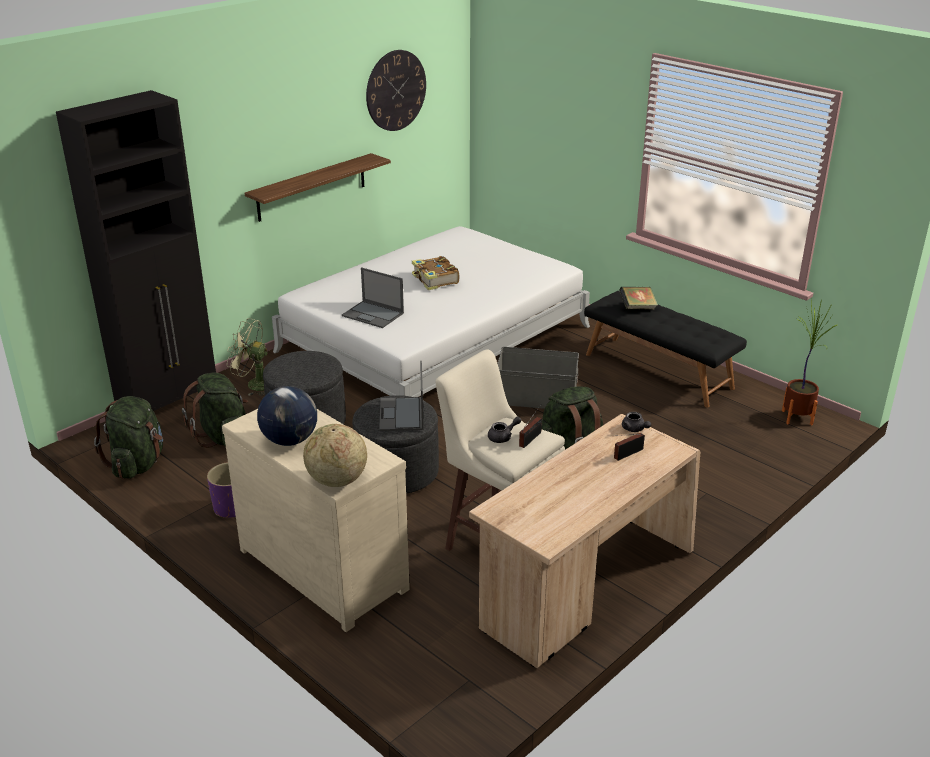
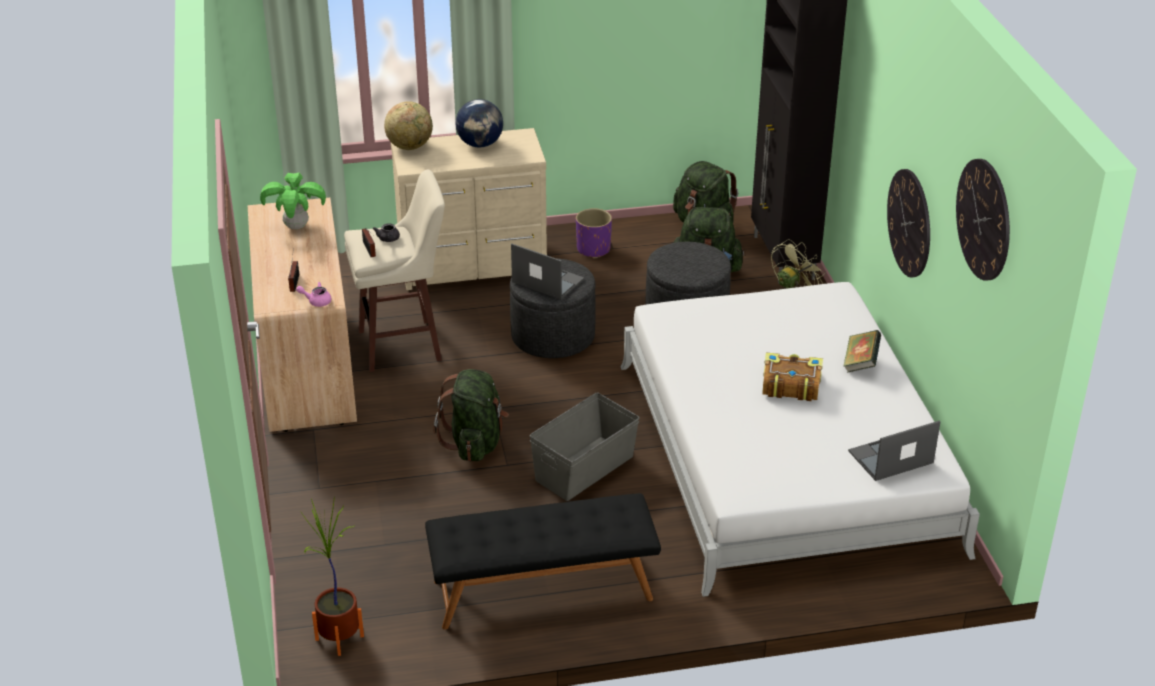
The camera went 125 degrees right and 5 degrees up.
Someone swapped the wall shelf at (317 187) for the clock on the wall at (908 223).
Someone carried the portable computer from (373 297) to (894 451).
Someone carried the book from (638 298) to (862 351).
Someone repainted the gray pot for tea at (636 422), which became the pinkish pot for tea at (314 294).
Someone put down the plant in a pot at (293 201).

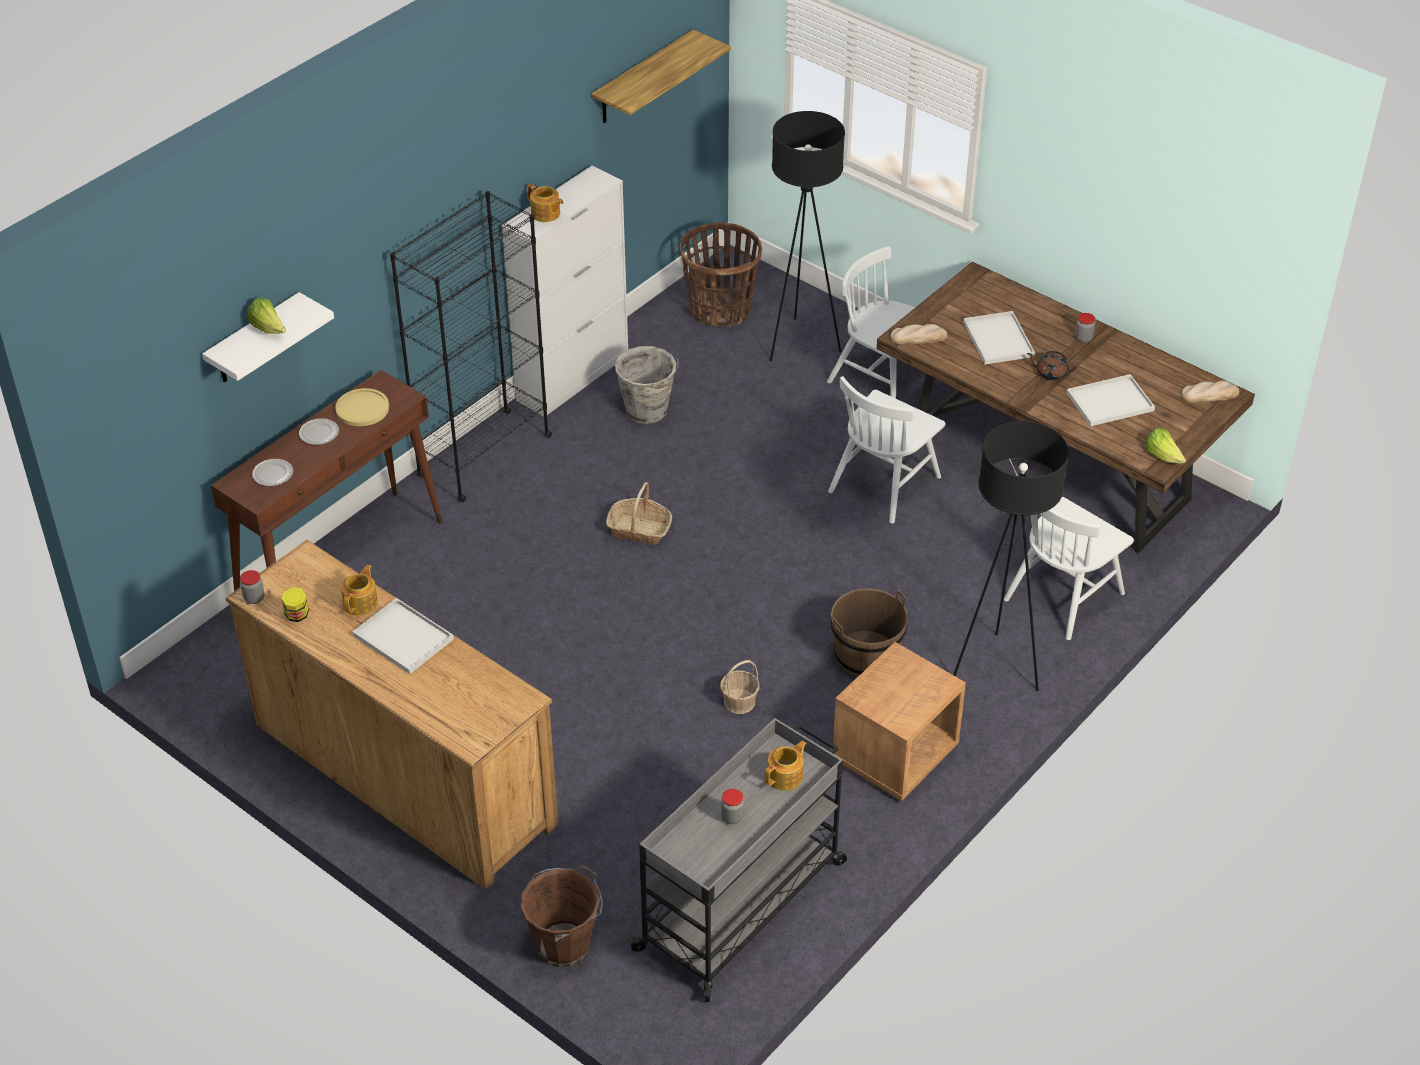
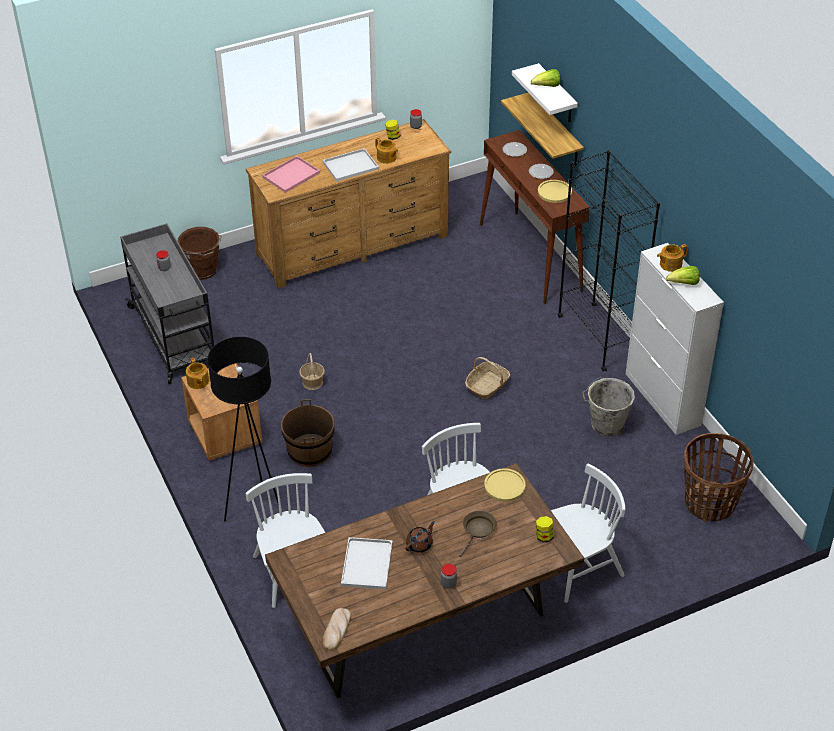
The camera went 115 degrees right and 0 degrees up.
Someone carried the wall shelf from (661 76) to (542 129).
Someone took away the black standing lamp at (807 236).
Someone swapped the whitish carrying tray at (999 337) for the brownish skillet at (478 534).
Someone swapped the bakery bread at (919 334) for the yellow-coloured flat dish at (505 485).
Someone carried the head of lettuce from (1165 445) to (683 275).
Someone carried the pot for tea from (786 766) to (197 373).
Someone put down the pinkish carrying tray at (291 174).
Someone put down the storage jar at (545 529).

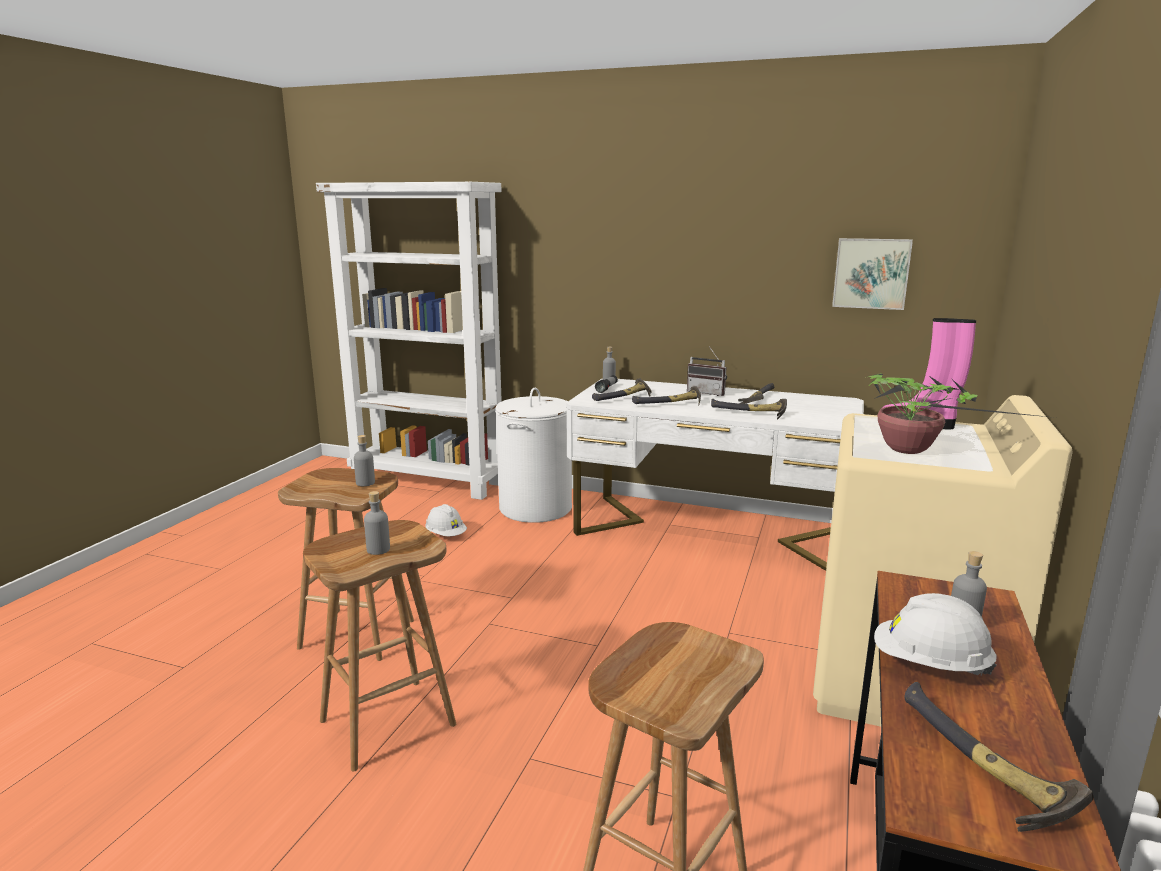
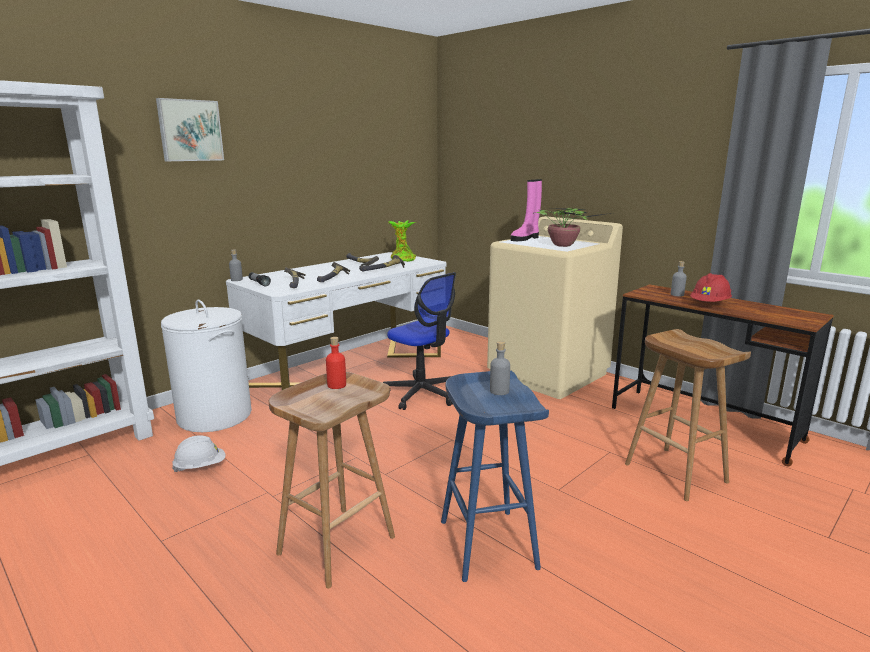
The camera went 65 degrees left and 0 degrees up.
Someone carried the wall art from (872 274) to (190 129).
Someone took away the radio receiver at (707 371).
Someone repainted the gray beverage bottle at (364 460), which became the red beverage bottle at (336 363).
Someone repainted the brownish stool at (379 645), which became the blue-coloured stool at (495 476).
Someone repainted the whitish hard hat at (935 634), which became the red hard hat at (711 287).
Someone took away the hammer at (999 757).
Someone put down the plant in a pot at (402 241).
Someone put down the office chair at (419 341).

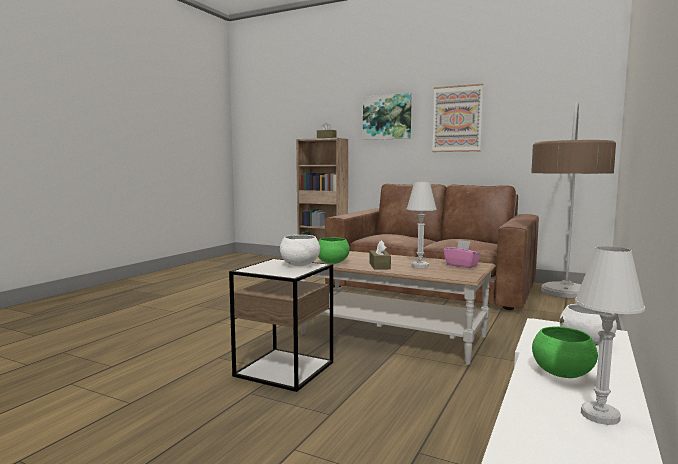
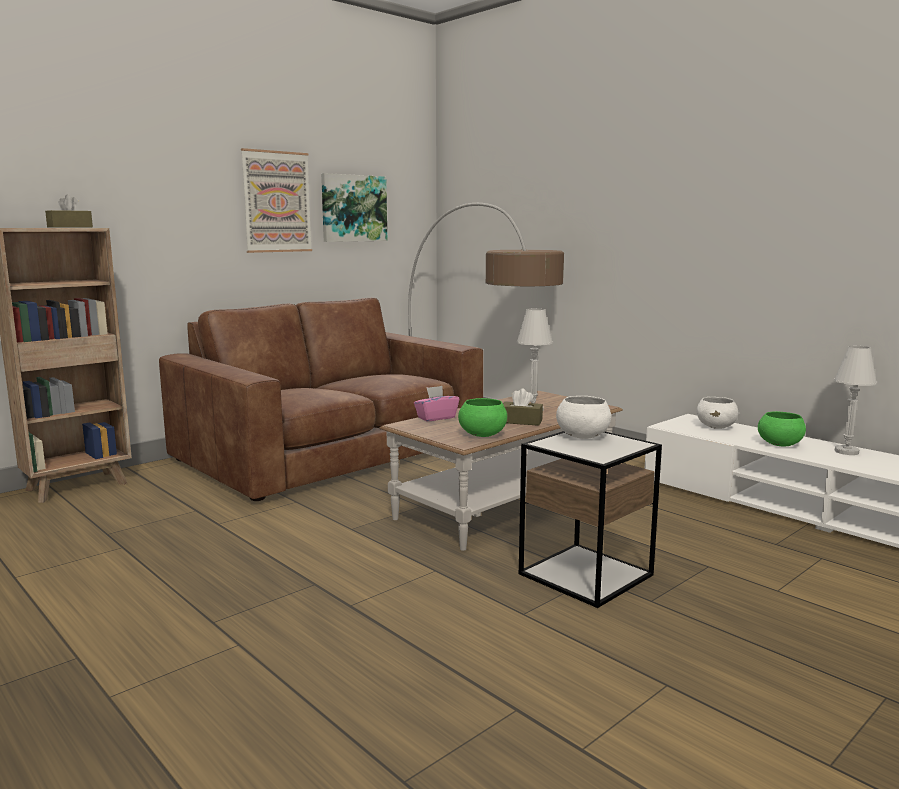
The camera went 70 degrees left and 5 degrees up.
Someone carried the wall art from (387 116) to (354 207).
Someone carried the pinkish tissue box from (462 254) to (436 403).

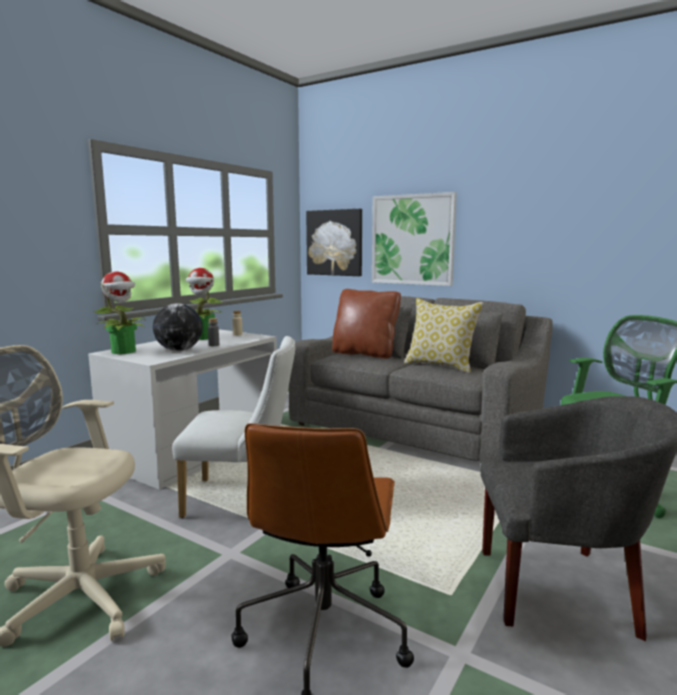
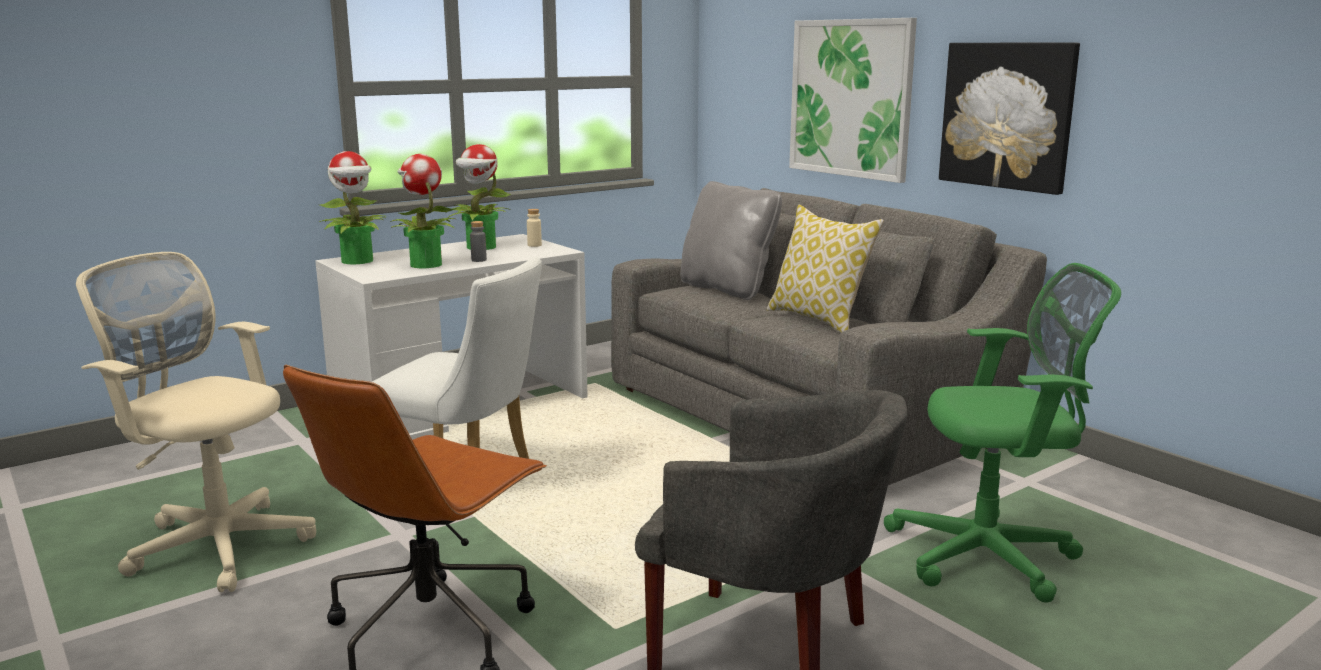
The camera went 20 degrees right and 5 degrees up.
Someone carried the wall art from (334 242) to (1009 119).
Someone repainted the brownish pillow at (366 324), which became the gray pillow at (731 240).
Someone swapped the globe at (178 327) for the plant in a pot at (423 211).

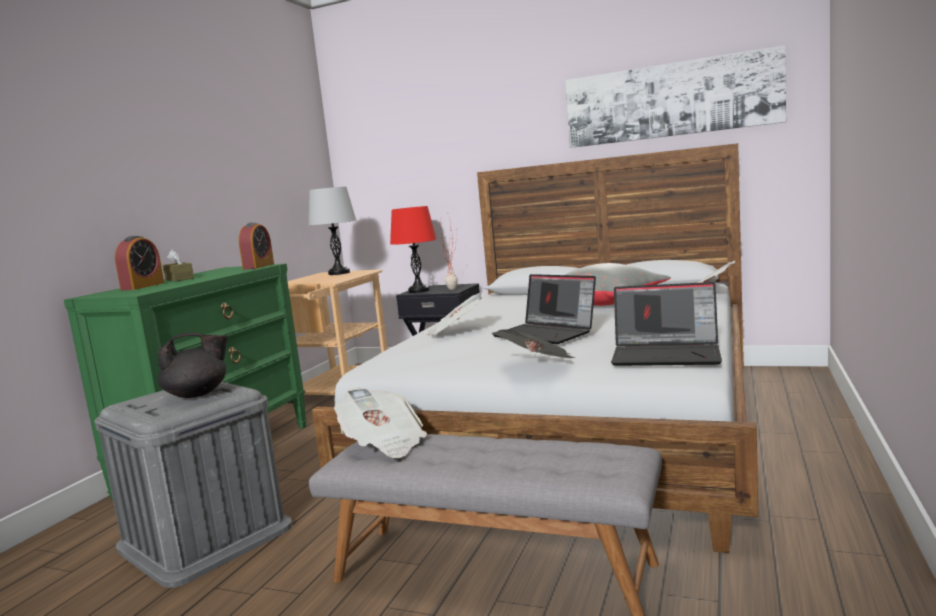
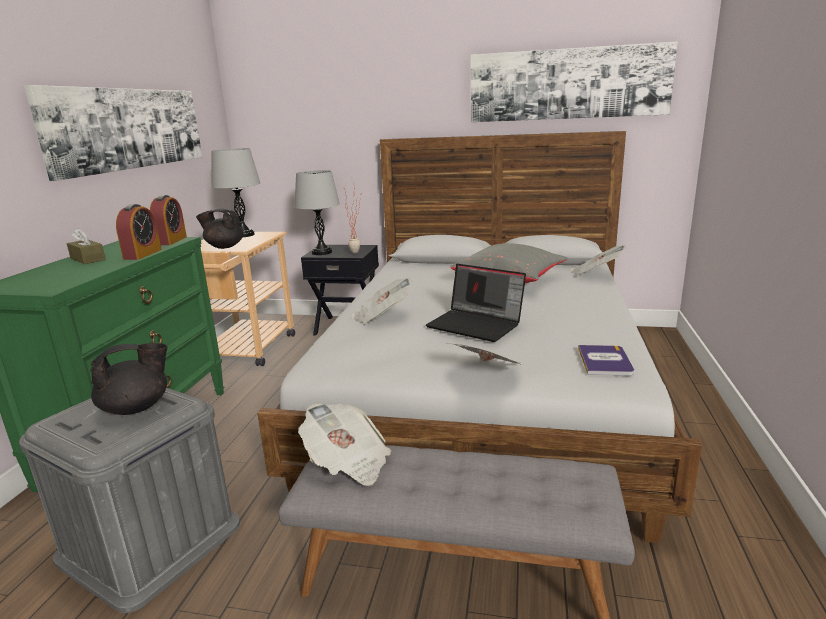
The camera went 10 degrees left and 10 degrees up.
Someone repainted the red tabletop lamp at (413 249), which became the gray tabletop lamp at (317 212).
Someone carried the alarm clock from (139 263) to (139 232).
Someone swapped the portable computer at (666 324) for the book at (606 360).
Someone put up the wall art at (113 133).
Someone put down the black pot for tea at (220 229).

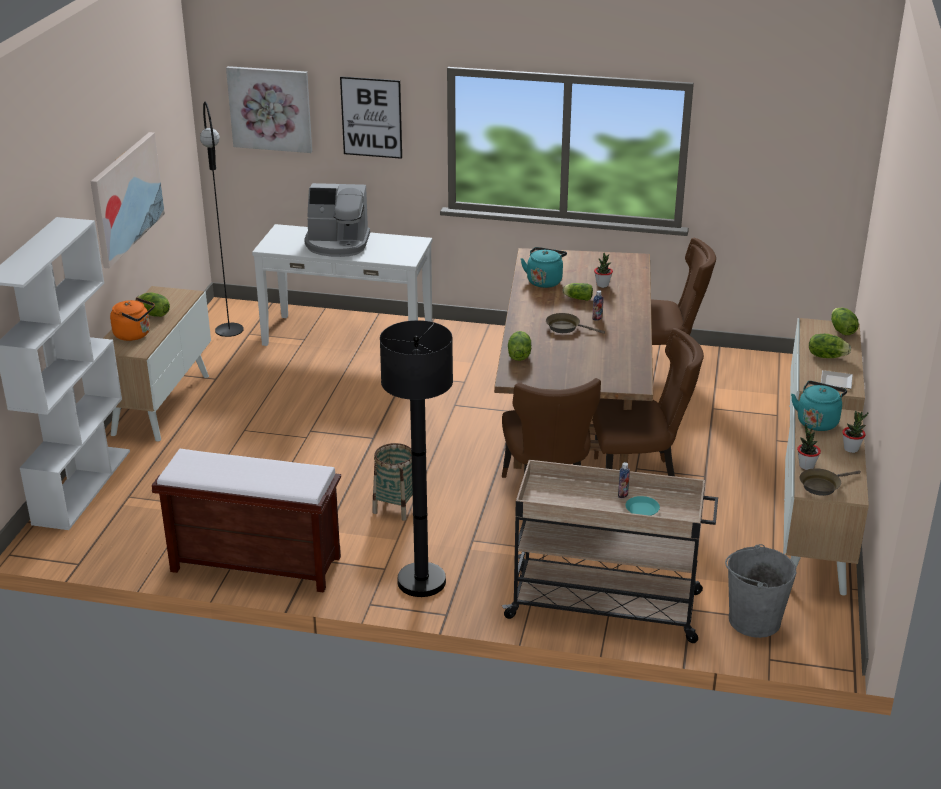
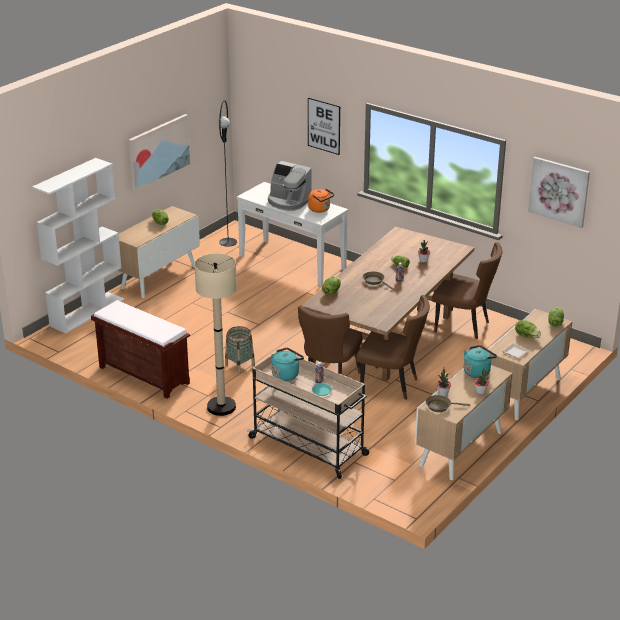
The camera went 25 degrees right and 0 degrees up.
Someone carried the wall art from (269 109) to (559 192).
Someone carried the blue-green water kettle from (544 267) to (287 364).
Someone carried the orange-coloured water kettle from (132 319) to (321 201).
Someone repainted the black standing lamp at (416 458), which became the beige-coloured standing lamp at (216 334).
Someone took away the gray bucket at (760 591).

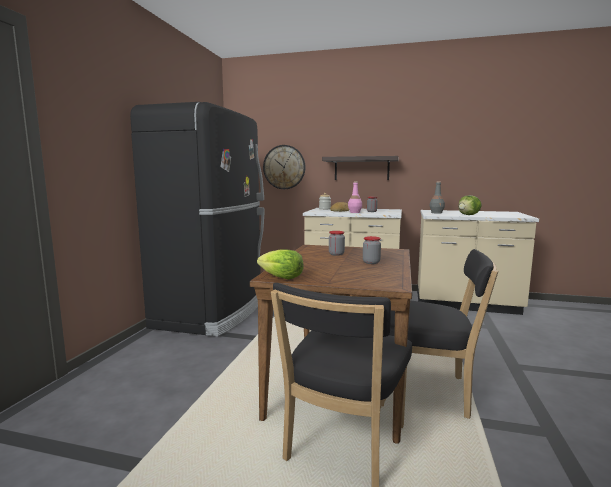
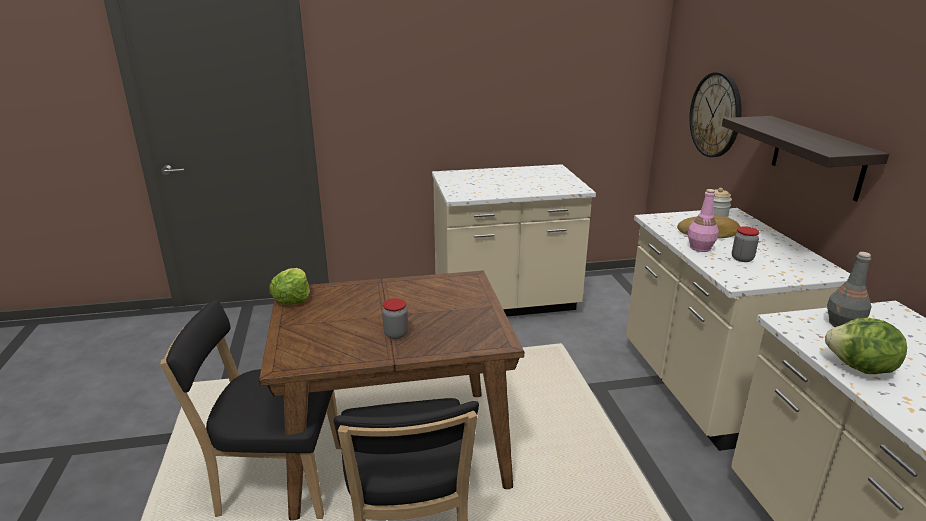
The camera went 65 degrees right and 15 degrees up.
Someone swapped the black fridge at (197 219) for the beige-coloured kitchen base unit at (514 240).
Someone took away the storage jar at (337 243).

